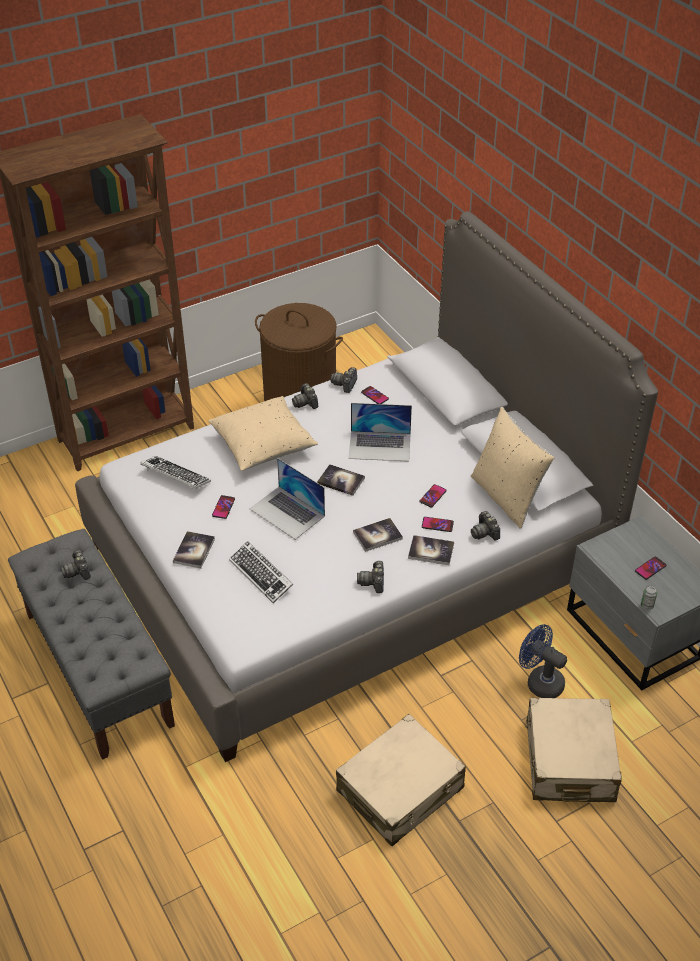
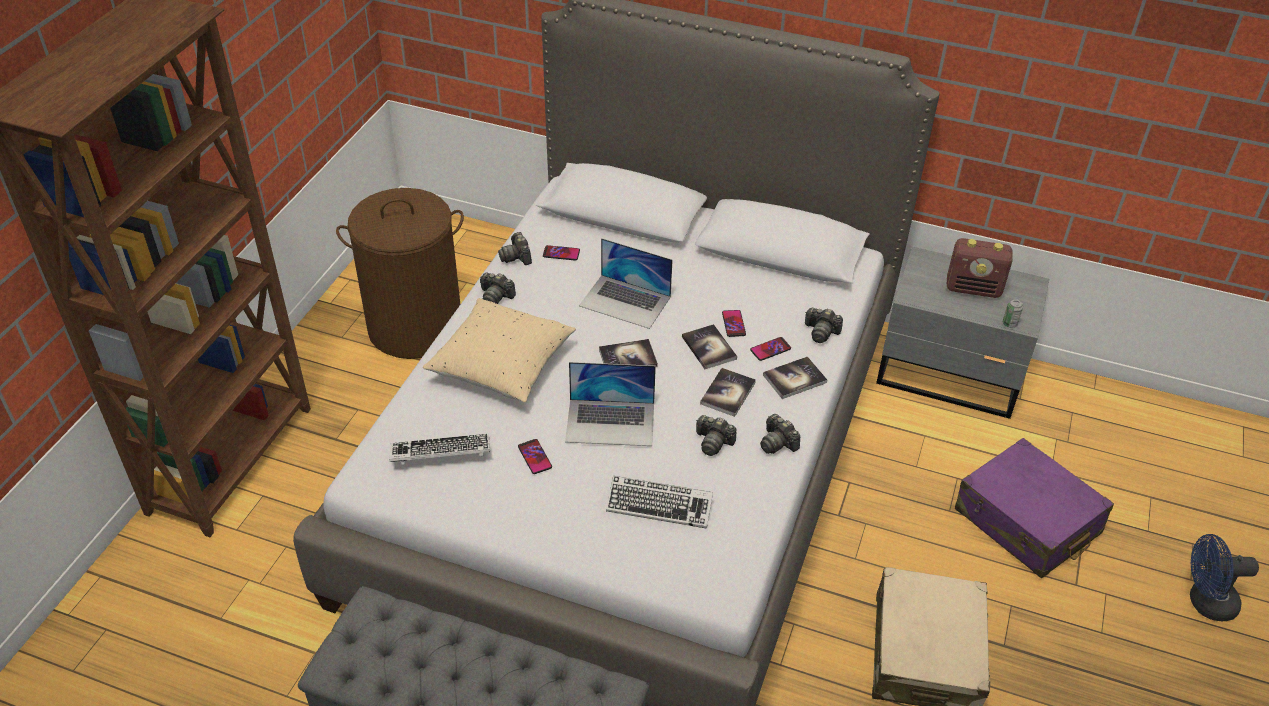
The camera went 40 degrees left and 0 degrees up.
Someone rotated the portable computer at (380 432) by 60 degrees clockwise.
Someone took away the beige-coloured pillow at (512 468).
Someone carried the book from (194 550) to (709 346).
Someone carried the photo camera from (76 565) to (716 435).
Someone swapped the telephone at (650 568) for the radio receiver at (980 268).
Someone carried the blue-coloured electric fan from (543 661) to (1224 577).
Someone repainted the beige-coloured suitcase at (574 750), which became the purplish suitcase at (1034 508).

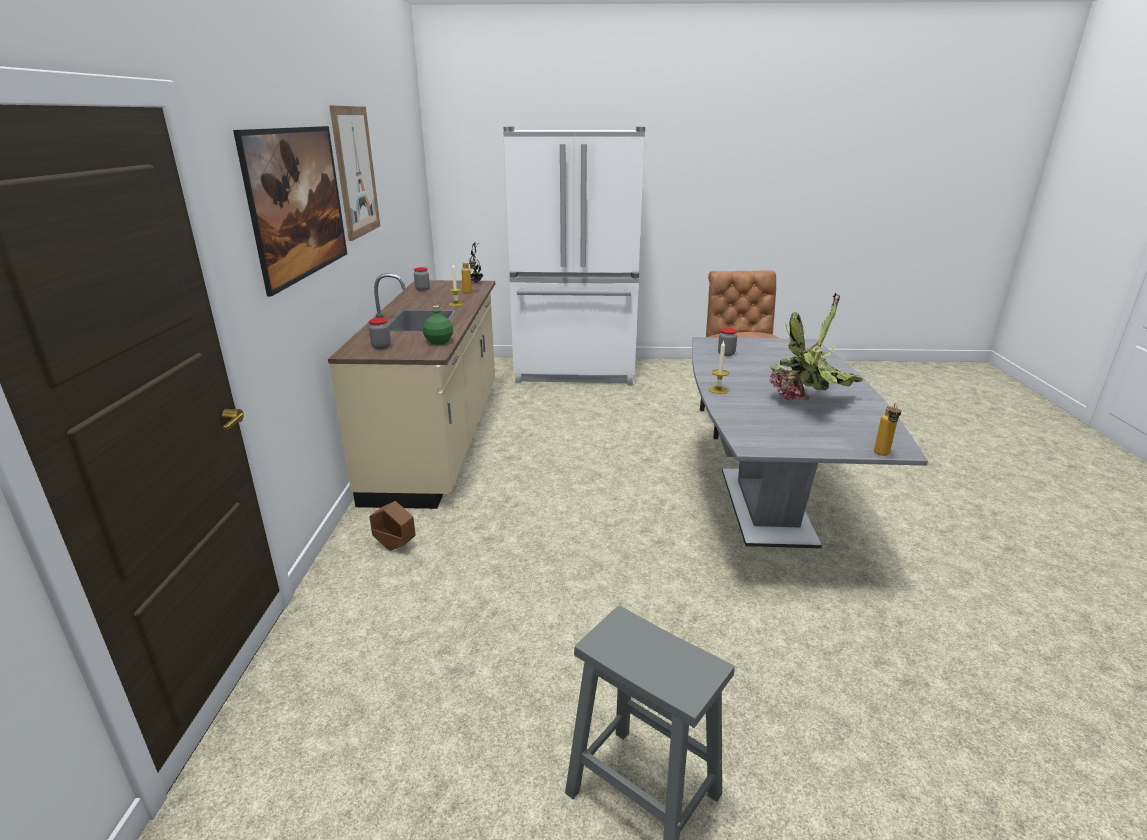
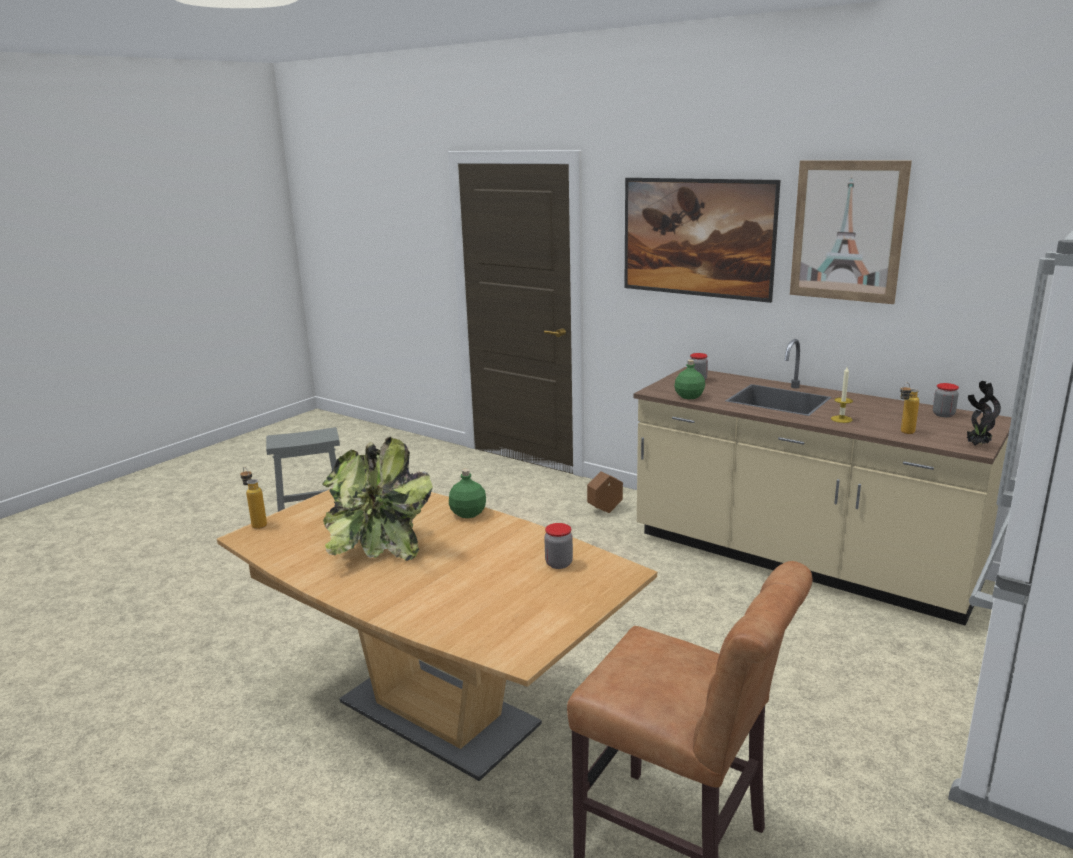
The camera went 125 degrees right and 5 degrees down.
Someone repainted the gray dining table at (810 442), which became the brownish dining table at (437 634).
Someone swapped the wax light at (719 367) for the green beverage bottle at (467 493).

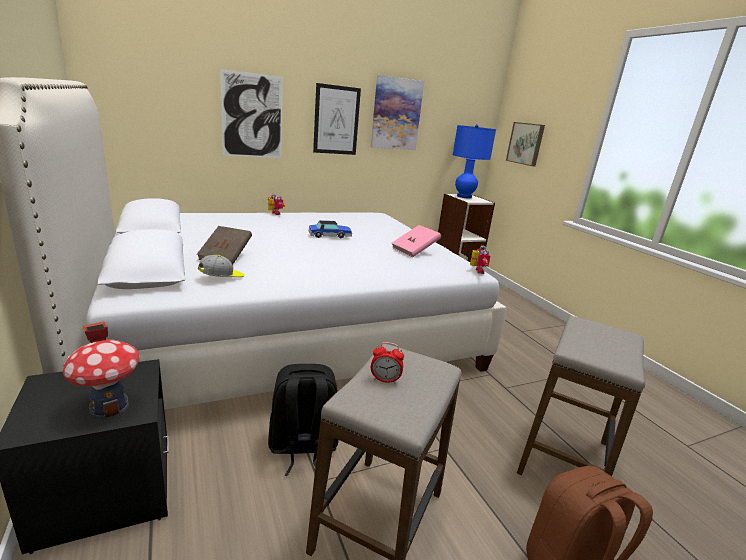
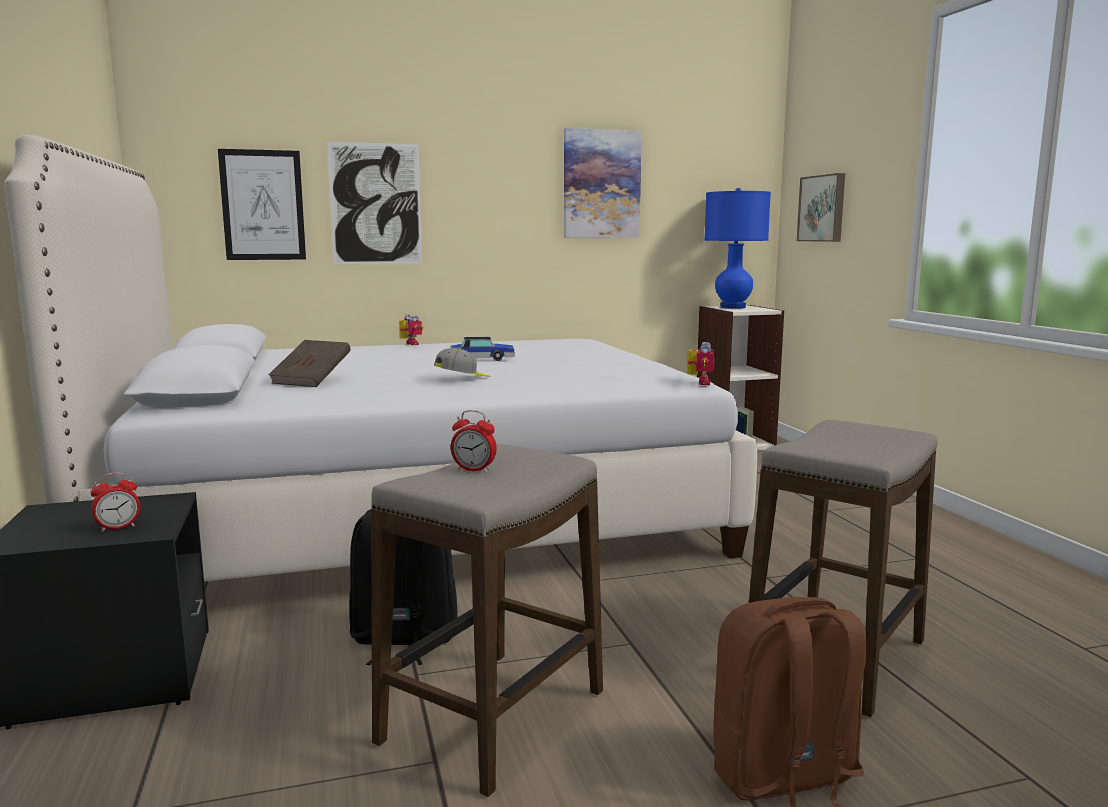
The camera went 10 degrees right and 10 degrees down.
Someone carried the wall art from (337 119) to (262 204).
Someone took away the pinkish book at (416 241).
Someone carried the baseball cap from (221 266) to (462 362).
Someone swapped the miniature house at (101 370) for the alarm clock at (115 502).

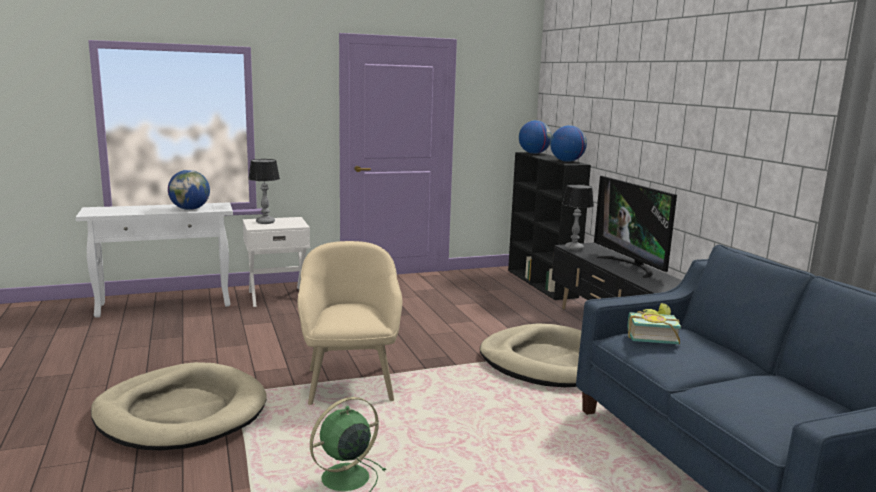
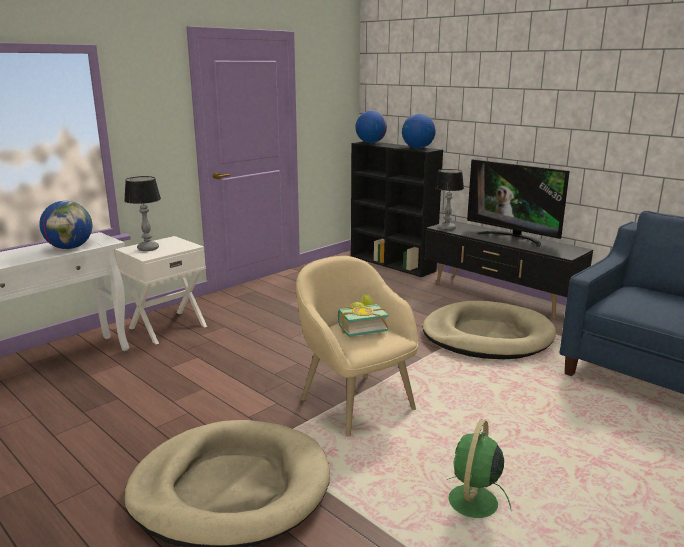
The camera went 25 degrees left and 5 degrees up.
Someone carried the book from (654 323) to (363 315).

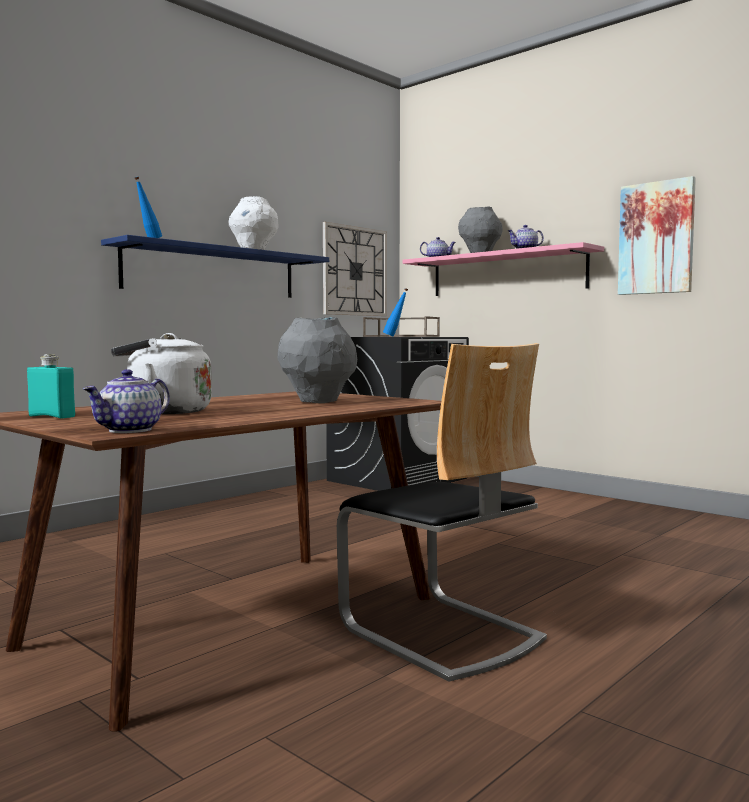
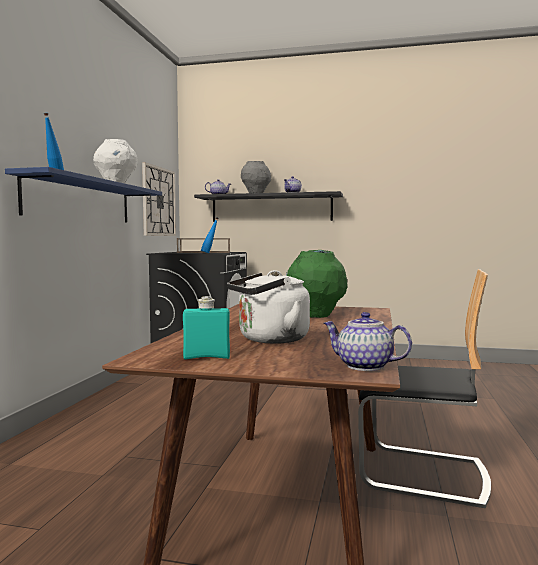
The camera went 30 degrees left and 0 degrees up.
Someone took away the wall art at (657 235).
Someone repainted the pinkish wall shelf at (503 269), which became the black wall shelf at (268 206).
Someone repainted the gray flower vase at (317 360), which became the green flower vase at (316 284).
Someone rotated the pot for tea at (126 401) by 120 degrees clockwise.

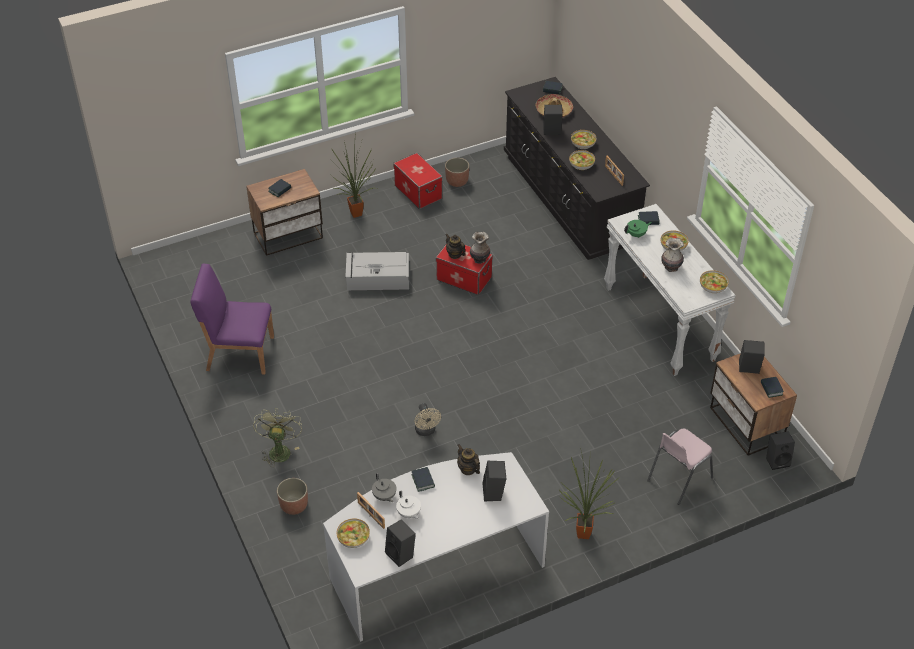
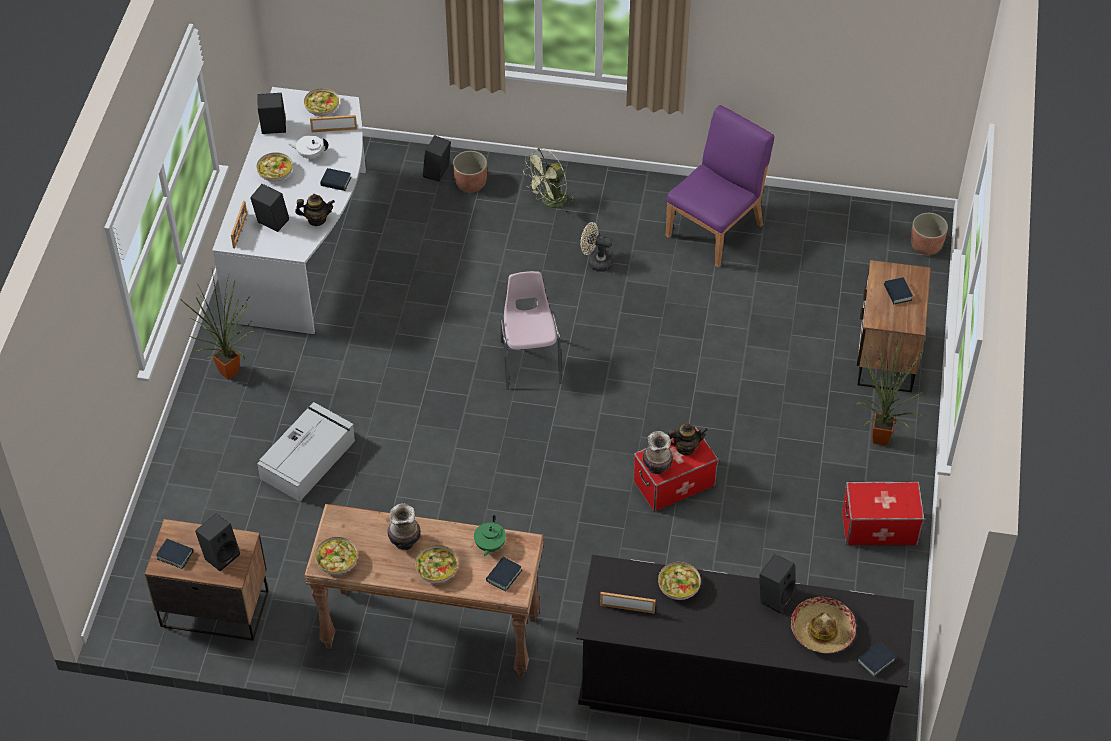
The camera went 125 degrees right and 5 degrees up.
Someone carried the deep dish from (583 139) to (274 167).
Someone carried the planter from (457 172) to (929 234).
Someone repainted the whitish hall table at (670 290), which became the brownish hall table at (424 590).
Someone carried the gray storage container from (377 271) to (306 452).
Someone carried the beige-coloured electric fan from (428 419) to (597 247).
Someone rotated the green electric fan at (277 437) by 105 degrees clockwise.
Someone carried the pinkish upright chair from (680 466) to (531 330).
Someone carried the black speaker from (780 450) to (437 158).
Someone took away the gray pot for tea at (384 487).
Someone put down the standing frame at (239 224).

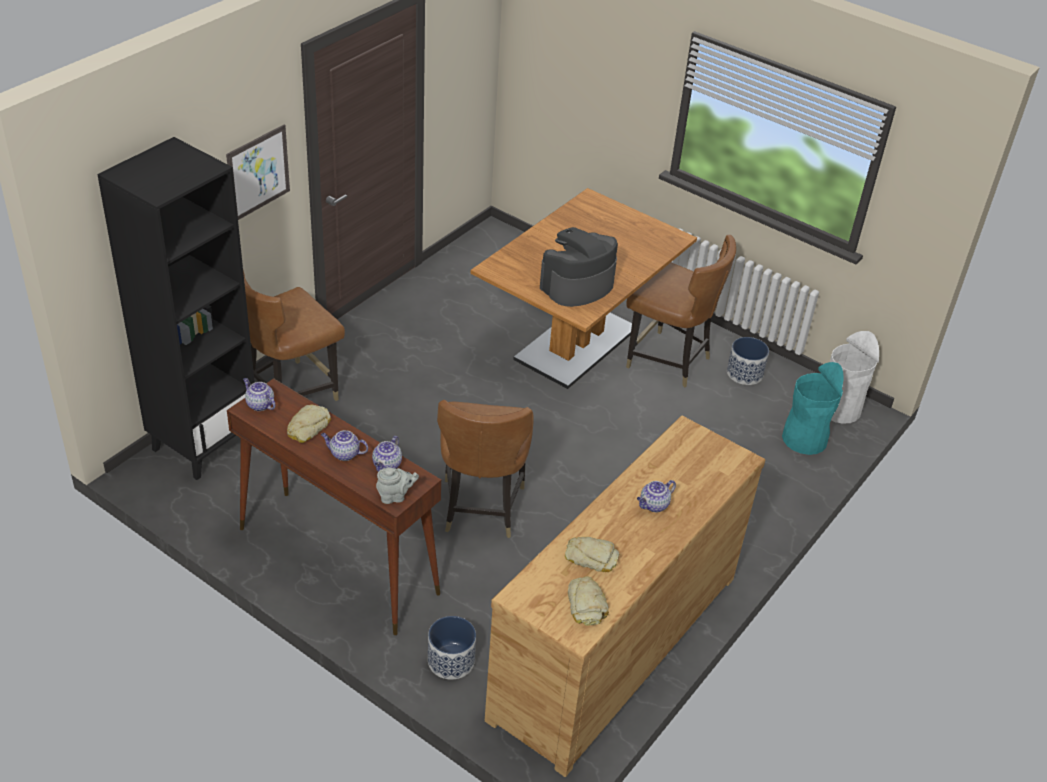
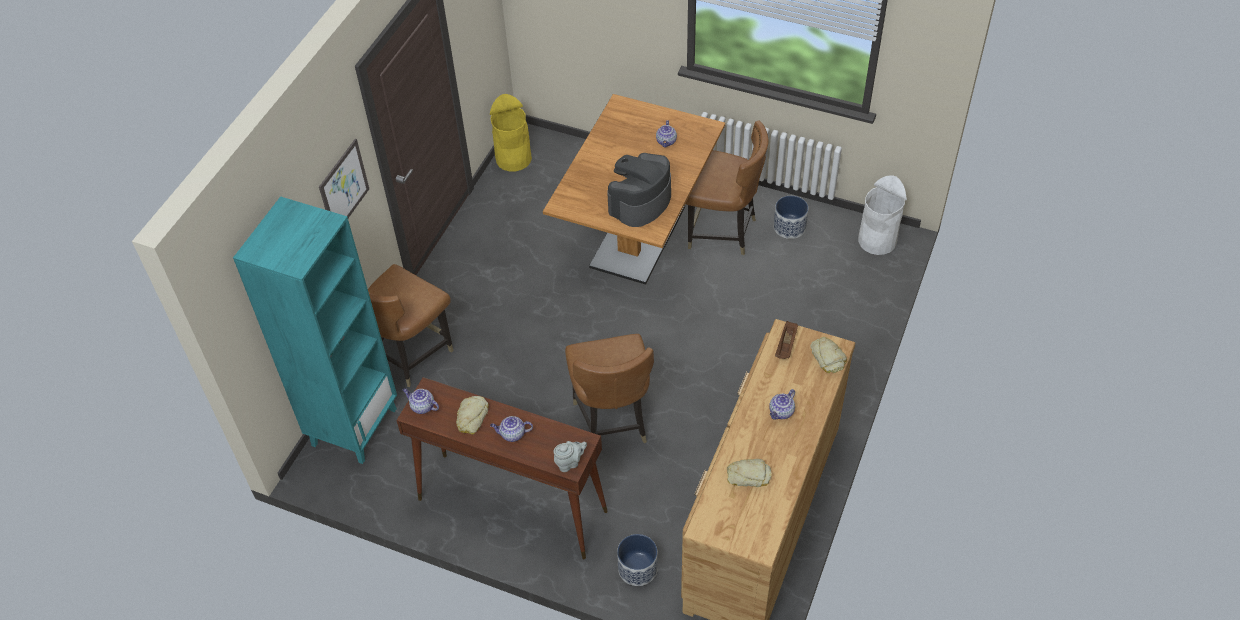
The camera went 10 degrees left and 10 degrees up.
Someone repainted the black bookcase at (176 308), which became the blue-green bookcase at (315 330).
Someone took away the blue-green waste bin at (813 408).
Someone carried the pot for tea from (387 454) to (666 134).
Someone carried the bakery bread from (588 601) to (828 355).
Someone put down the yellow-coloured waste bin at (511 132).
Someone put down the brownish carrying tray at (786 340).

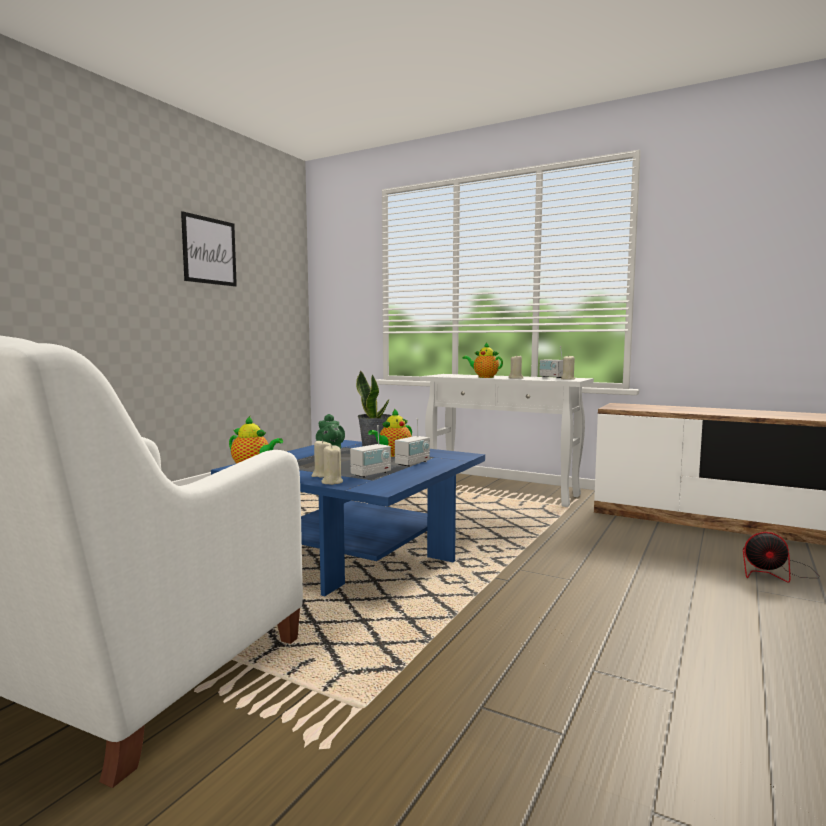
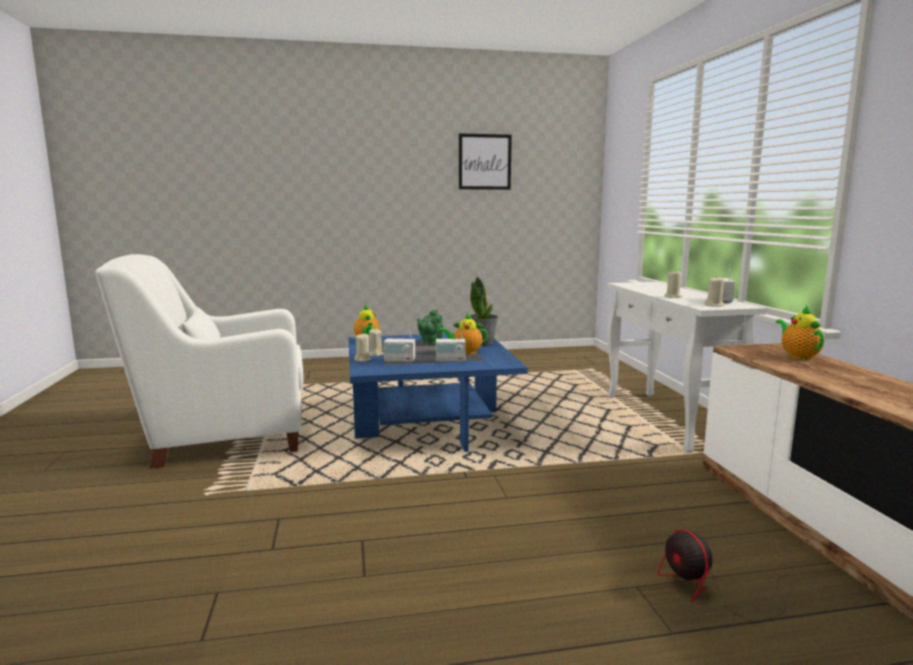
The camera went 50 degrees right and 5 degrees up.
Someone carried the pot for tea from (483 360) to (800 332).

